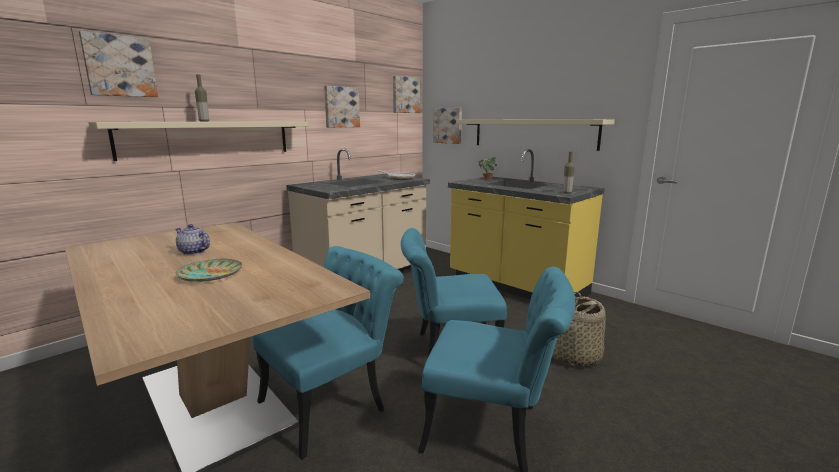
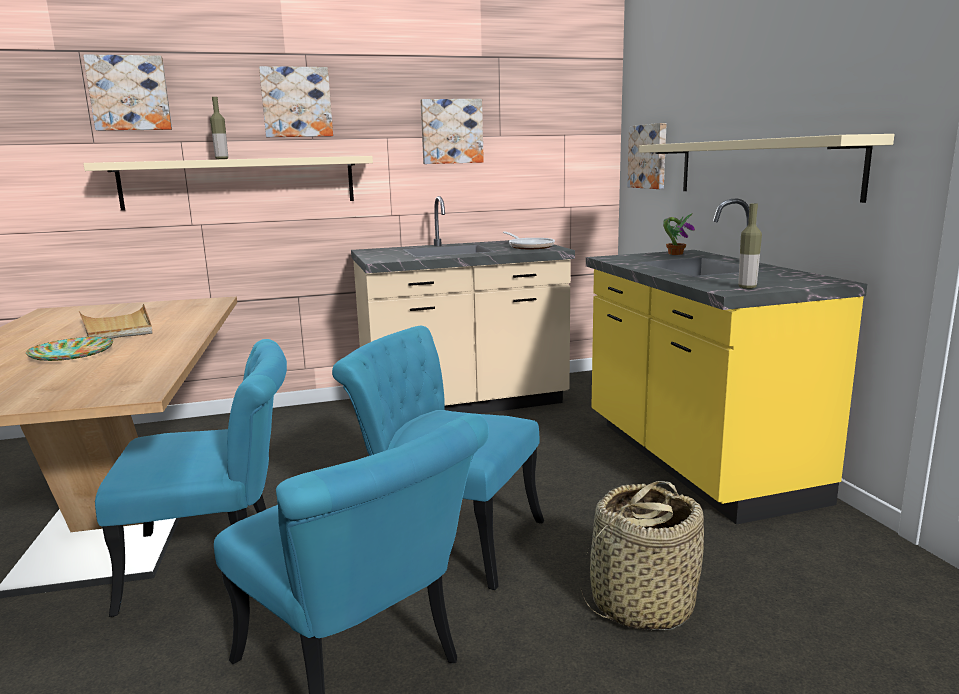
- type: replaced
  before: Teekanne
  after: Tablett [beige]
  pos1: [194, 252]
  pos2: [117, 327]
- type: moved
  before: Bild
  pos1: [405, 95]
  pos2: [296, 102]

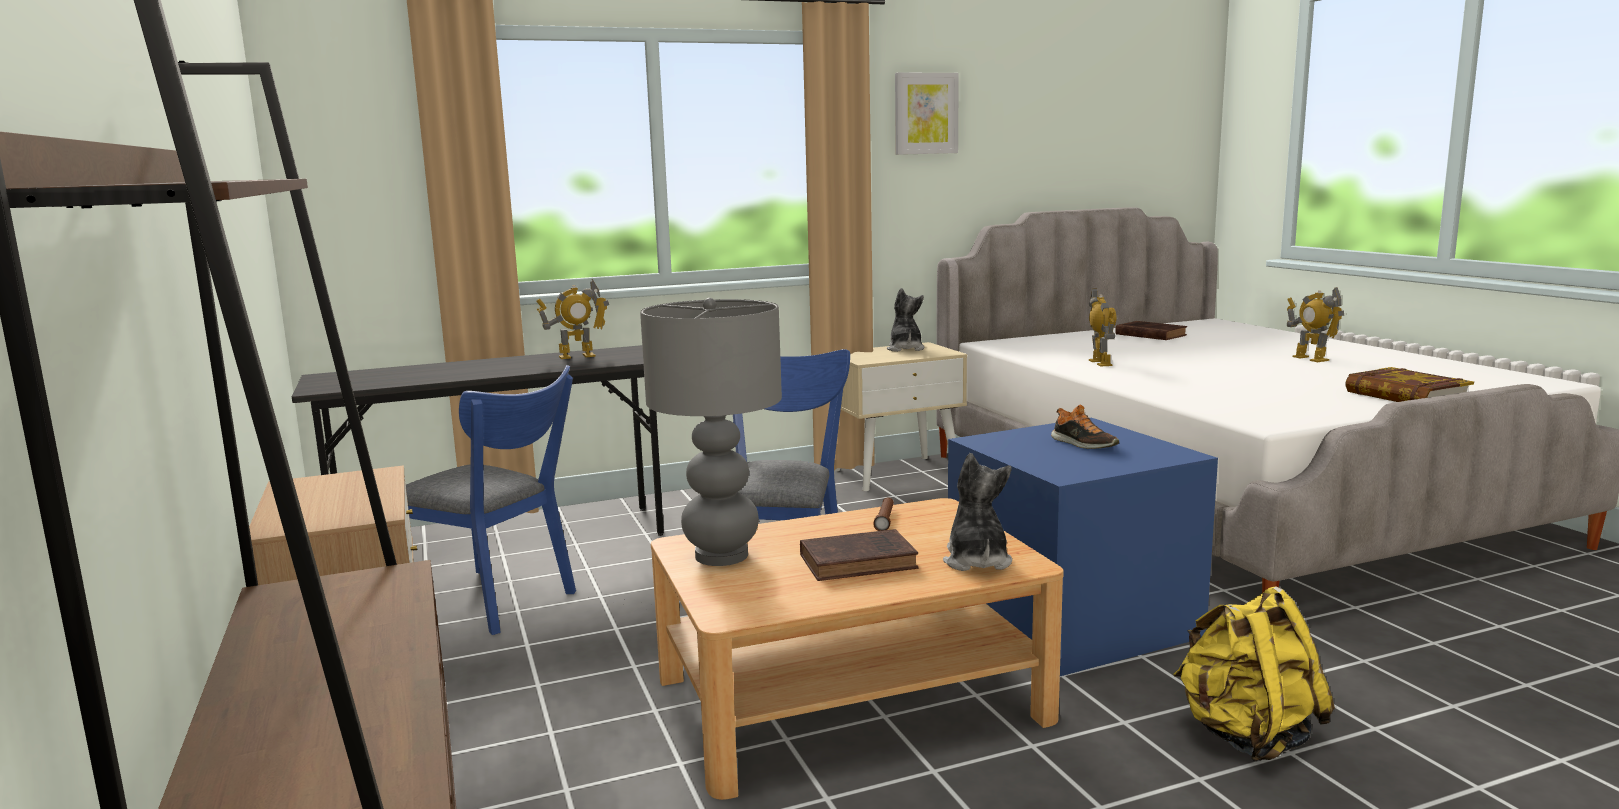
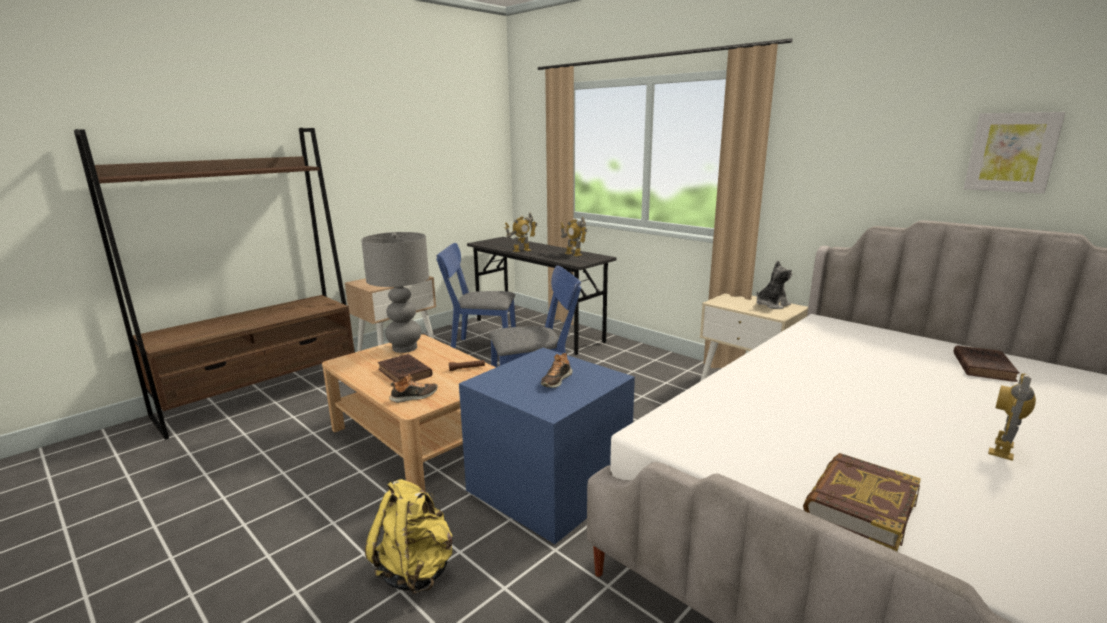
- type: replaced
  before: Plüschtier
  after: Schuh
  pos1: [976, 561]
  pos2: [414, 397]
- type: turned
  before: Stuhl [blau]
  pos1: [498, 602]
  pos2: [478, 347]
  turn: 90
- type: moved
  before: Spielzeugroboter
  pos1: [1100, 363]
  pos2: [522, 250]
- type: moved
  before: Bild
  pos1: [925, 113]
  pos2: [1012, 152]

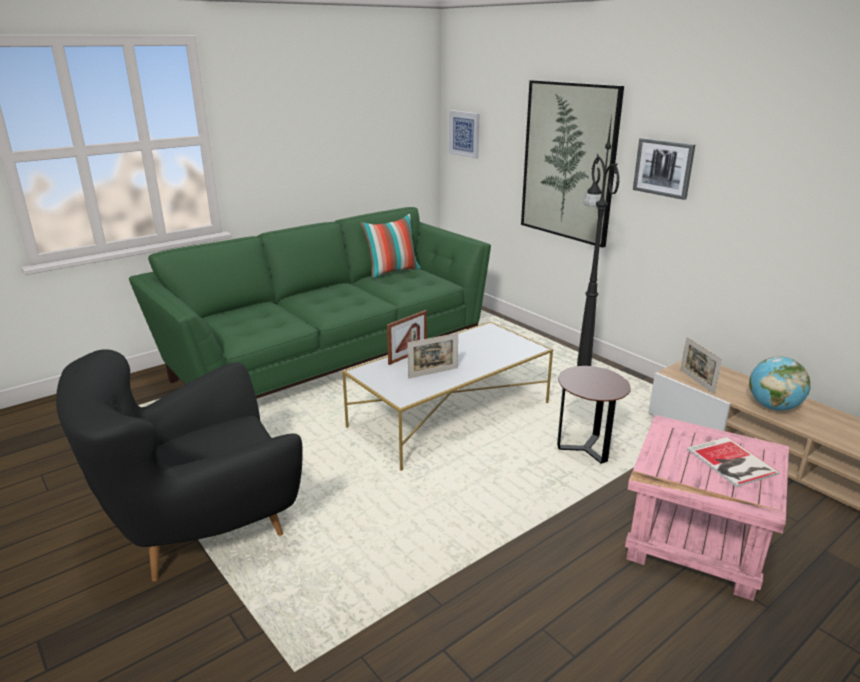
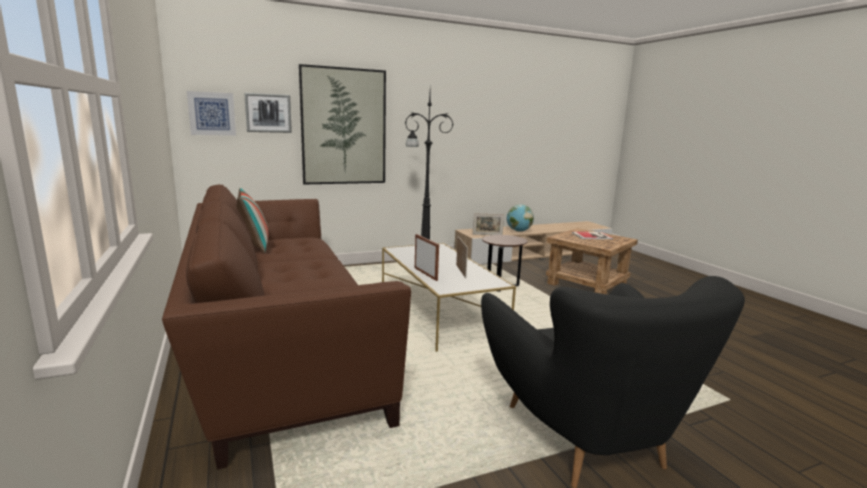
- type: recoloured
  before: Sofa [grün]
  after: Sofa [braun]
  pos1: [330, 355]
  pos2: [278, 344]
- type: moved
  before: Bild
  pos1: [663, 168]
  pos2: [268, 113]
- type: recoloured
  before: Beistelltisch [rosa]
  after: Beistelltisch [braun]
  pos1: [693, 542]
  pos2: [587, 284]

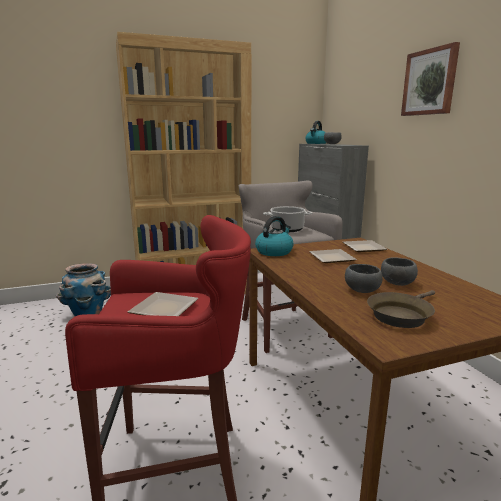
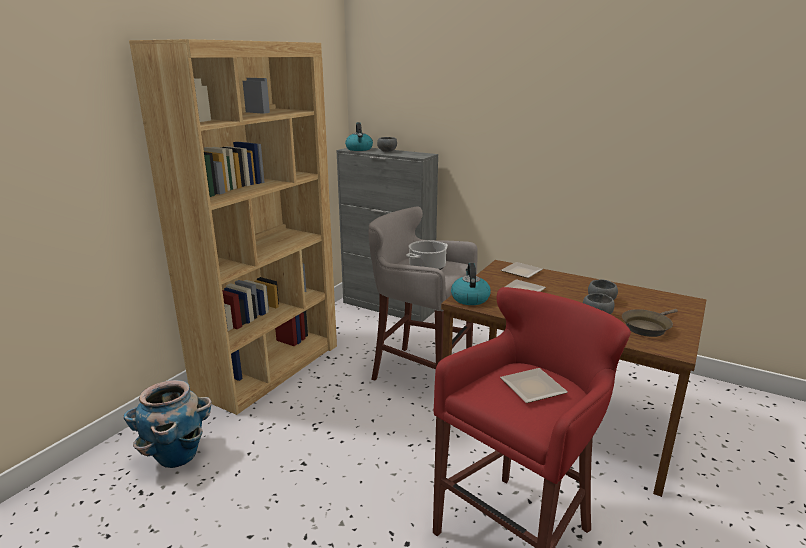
- type: turned
  before: Pfanne [braun]
  pos1: [401, 315]
  pos2: [647, 327]
  turn: 45
- type: removed
  before: Bild
  pos1: [430, 82]

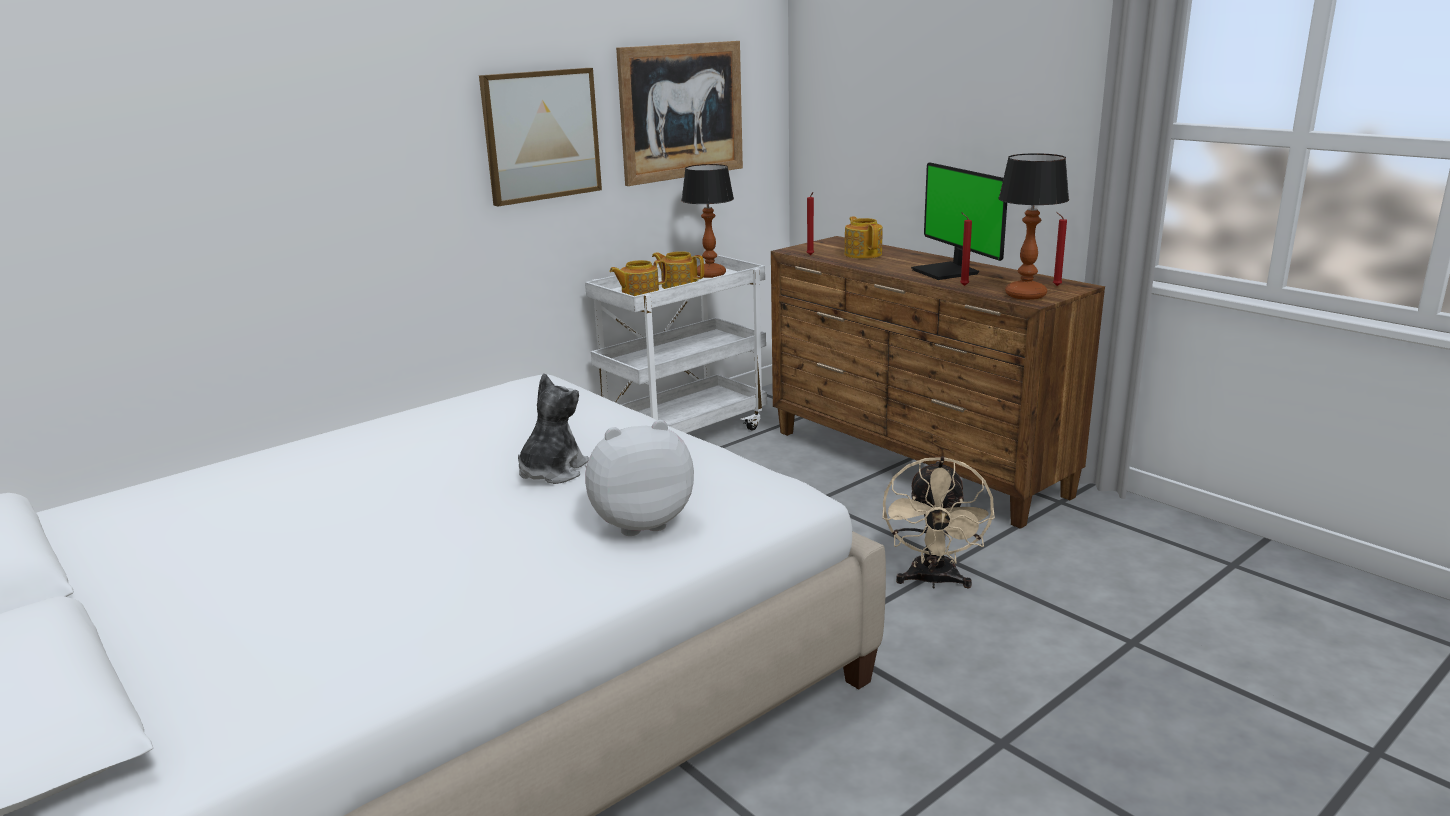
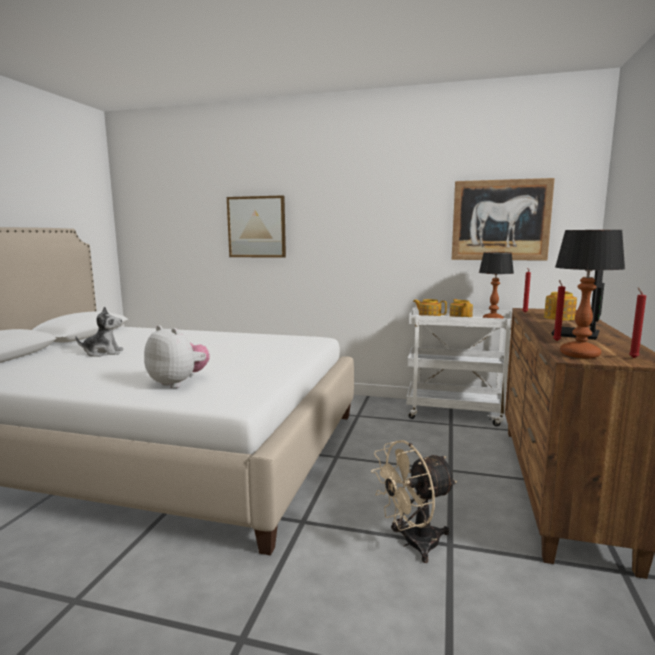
- type: moved
  before: Plüschtier
  pos1: [552, 472]
  pos2: [103, 353]
- type: moved
  before: Bild
  pos1: [541, 135]
  pos2: [257, 227]

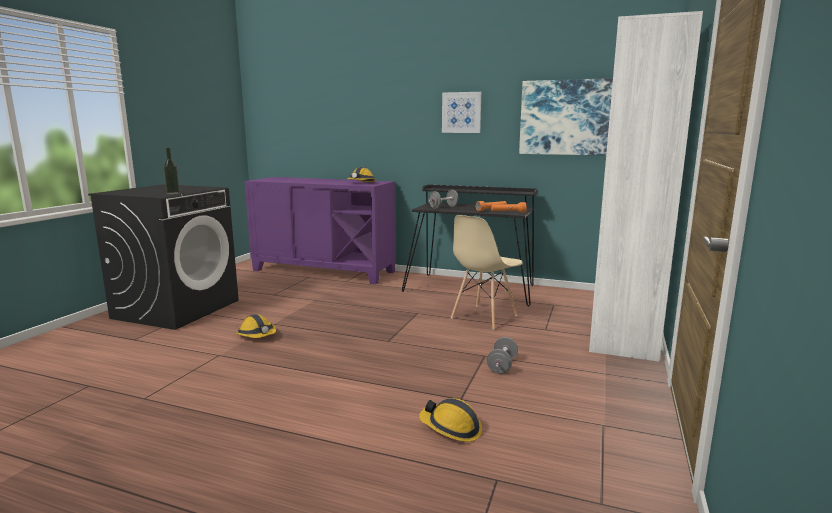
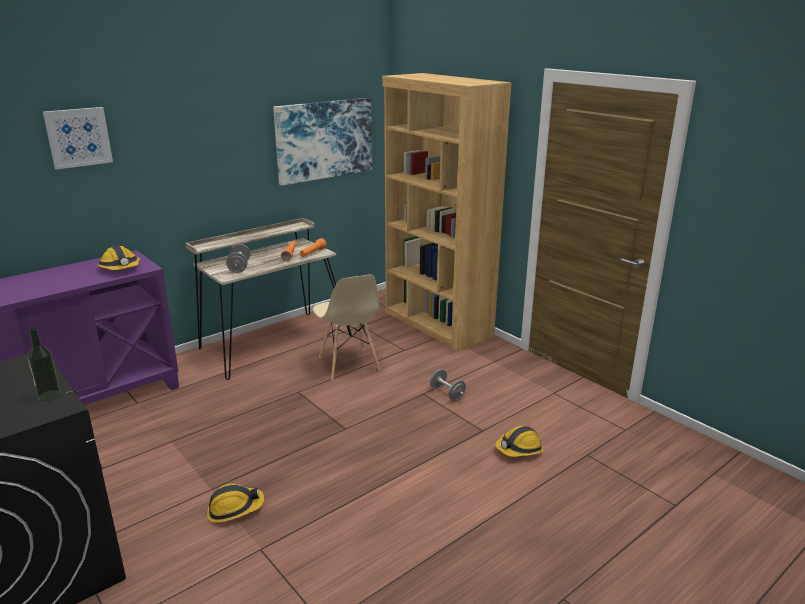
- type: moved
  before: Bild
  pos1: [461, 112]
  pos2: [78, 137]
- type: recoloured
  before: Schreibtisch [schwarz]
  after: Schreibtisch [beige]
  pos1: [471, 288]
  pos2: [273, 342]
- type: recoloured
  before: Bücherregal [weiß]
  after: Bücherregal [braun]
  pos1: [622, 330]
  pos2: [437, 324]

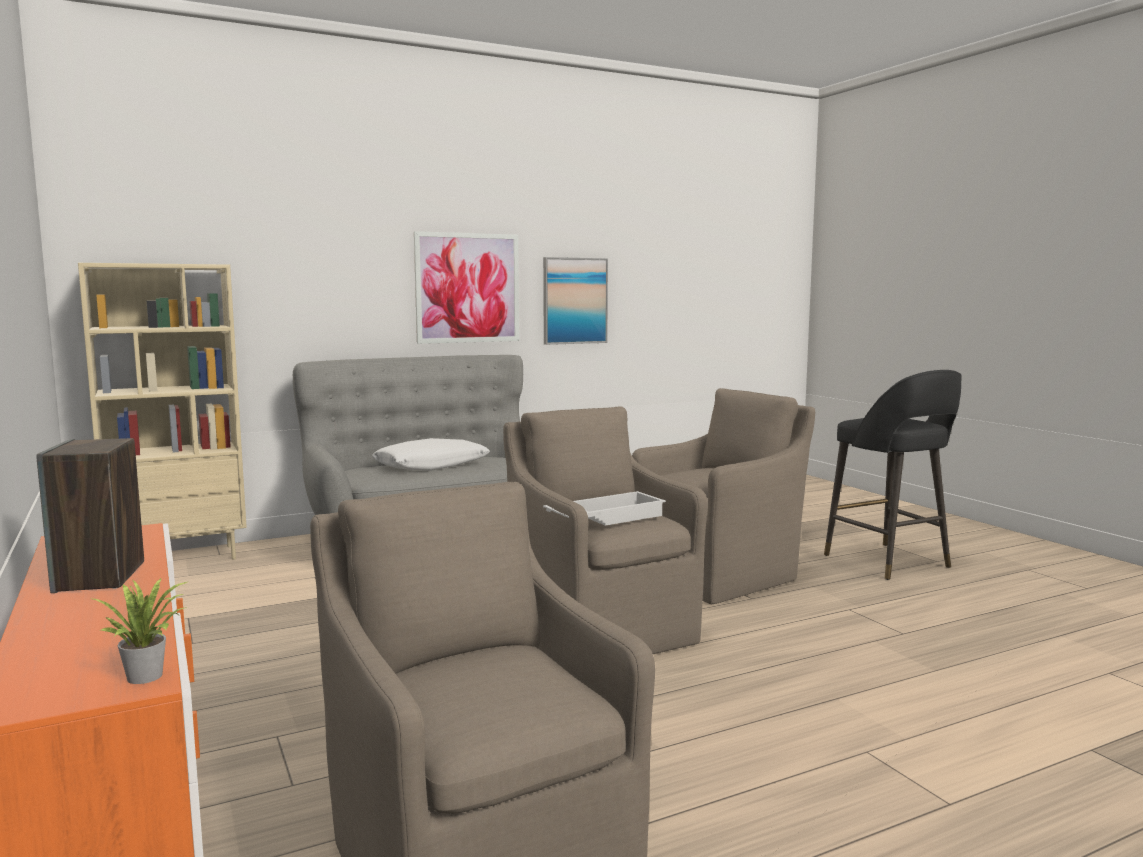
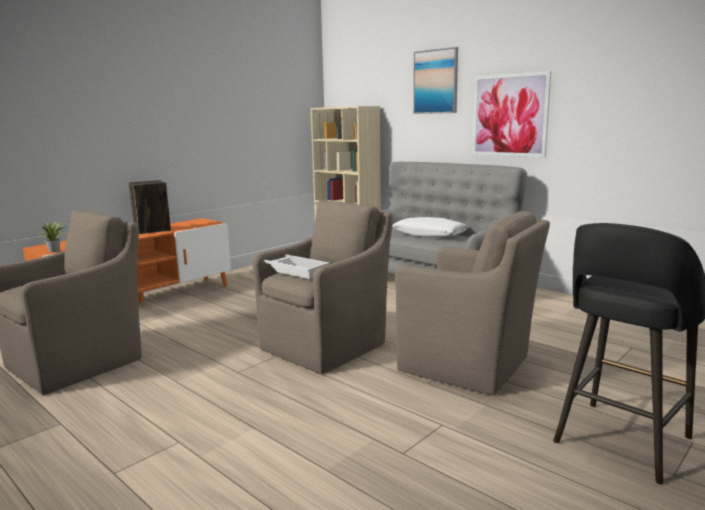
- type: moved
  before: Bild
  pos1: [574, 301]
  pos2: [436, 82]

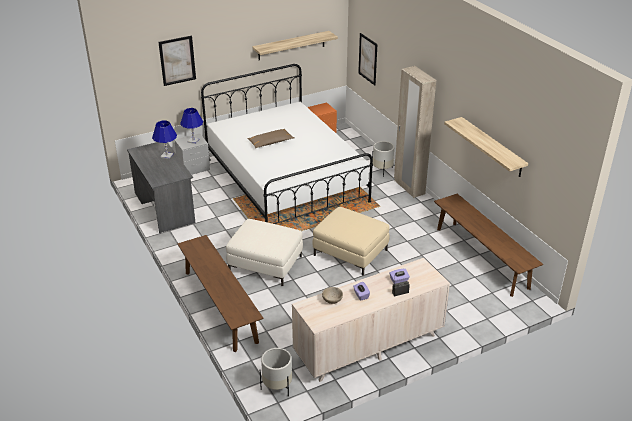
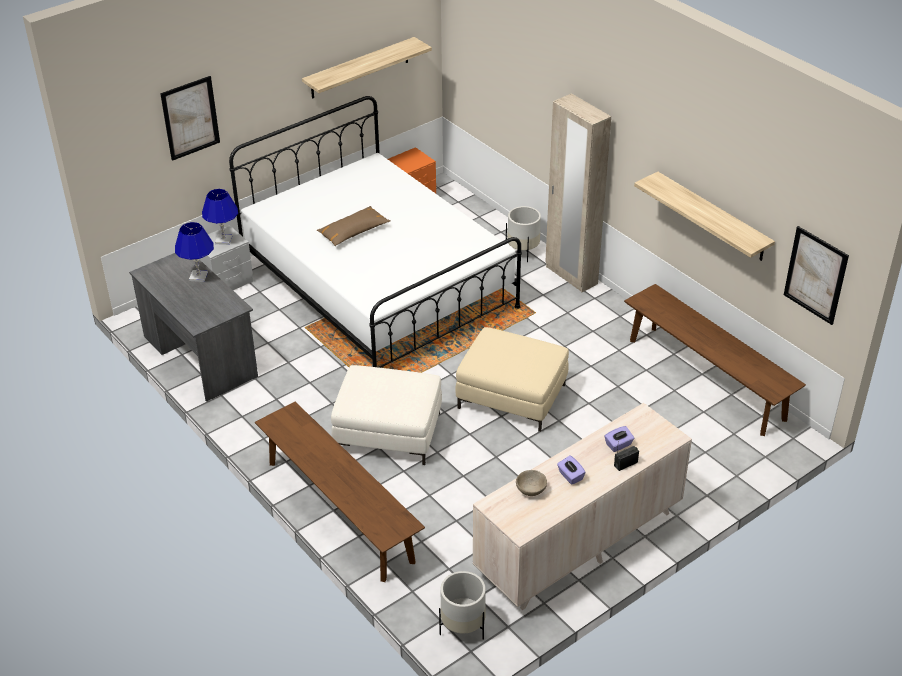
- type: moved
  before: Bild
  pos1: [368, 59]
  pos2: [815, 275]

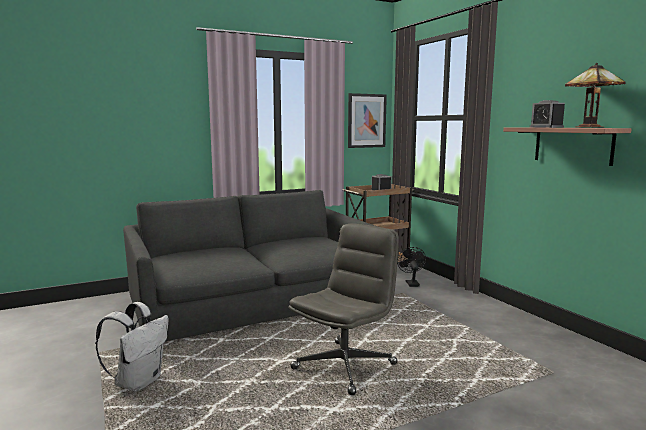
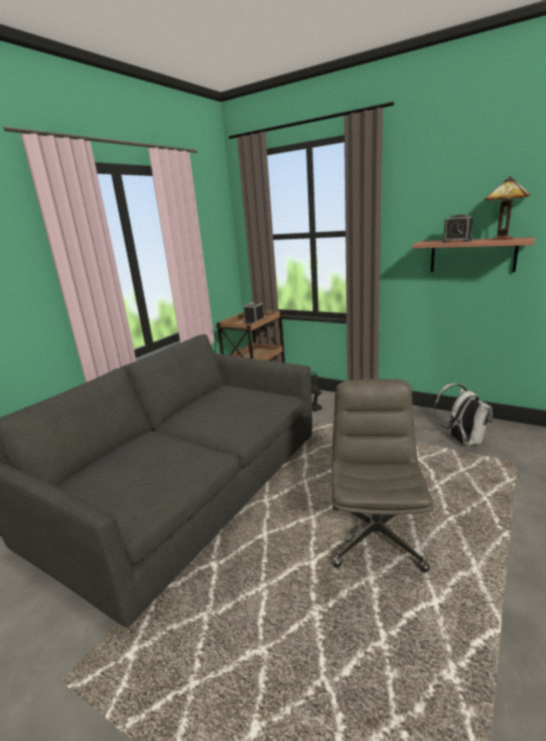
- type: moved
  before: Rucksack [weiß]
  pos1: [139, 382]
  pos2: [462, 440]
- type: removed
  before: Bild
  pos1: [366, 121]

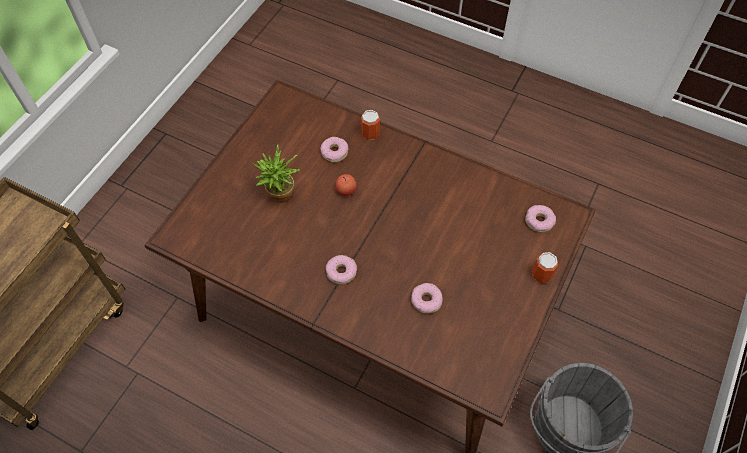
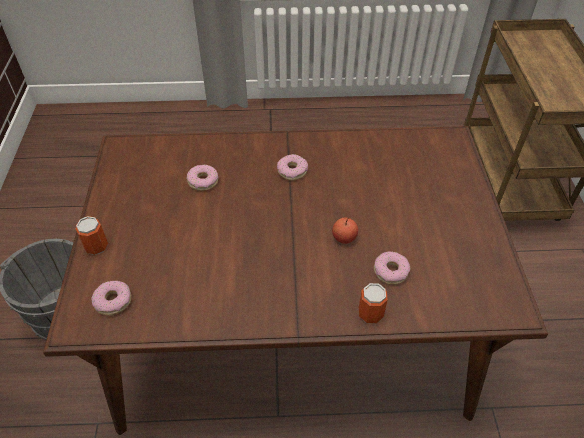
- type: removed
  before: Topfpflanze
  pos1: [280, 198]

